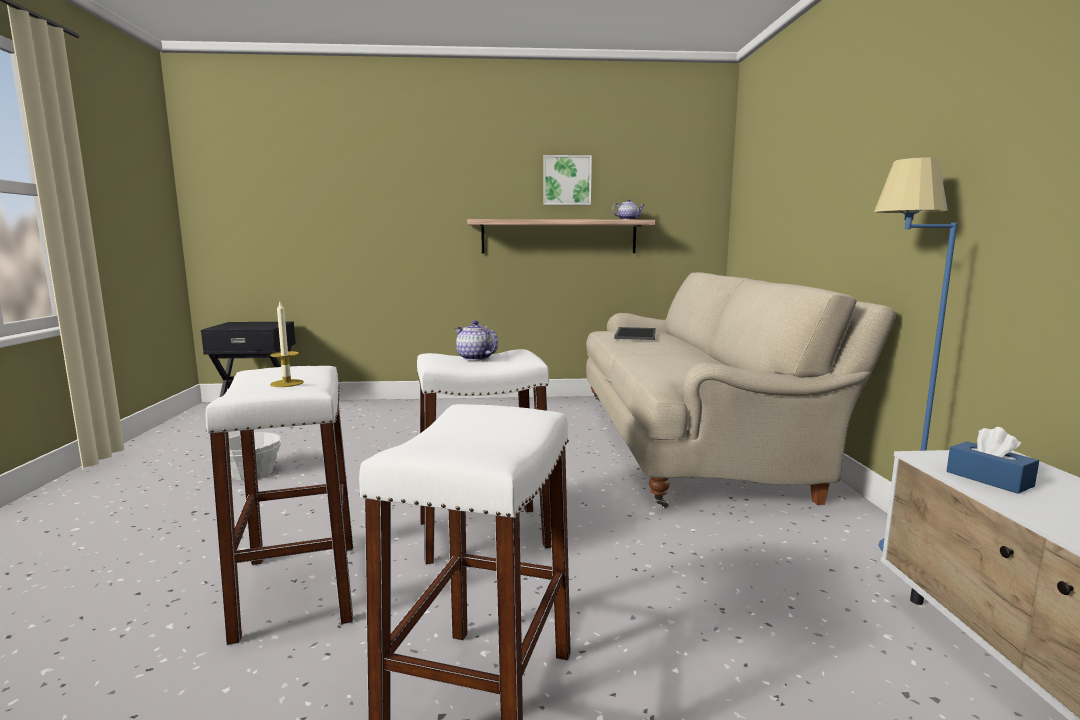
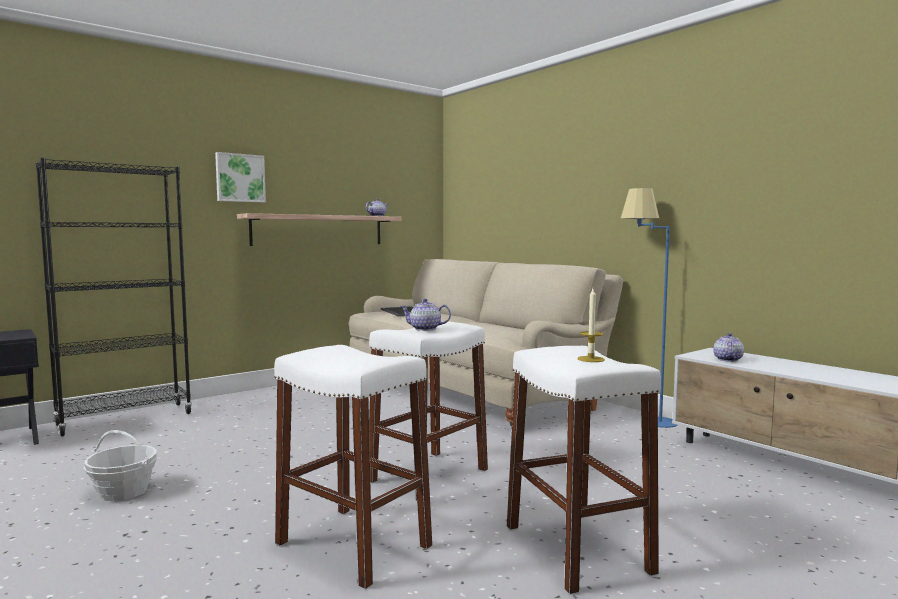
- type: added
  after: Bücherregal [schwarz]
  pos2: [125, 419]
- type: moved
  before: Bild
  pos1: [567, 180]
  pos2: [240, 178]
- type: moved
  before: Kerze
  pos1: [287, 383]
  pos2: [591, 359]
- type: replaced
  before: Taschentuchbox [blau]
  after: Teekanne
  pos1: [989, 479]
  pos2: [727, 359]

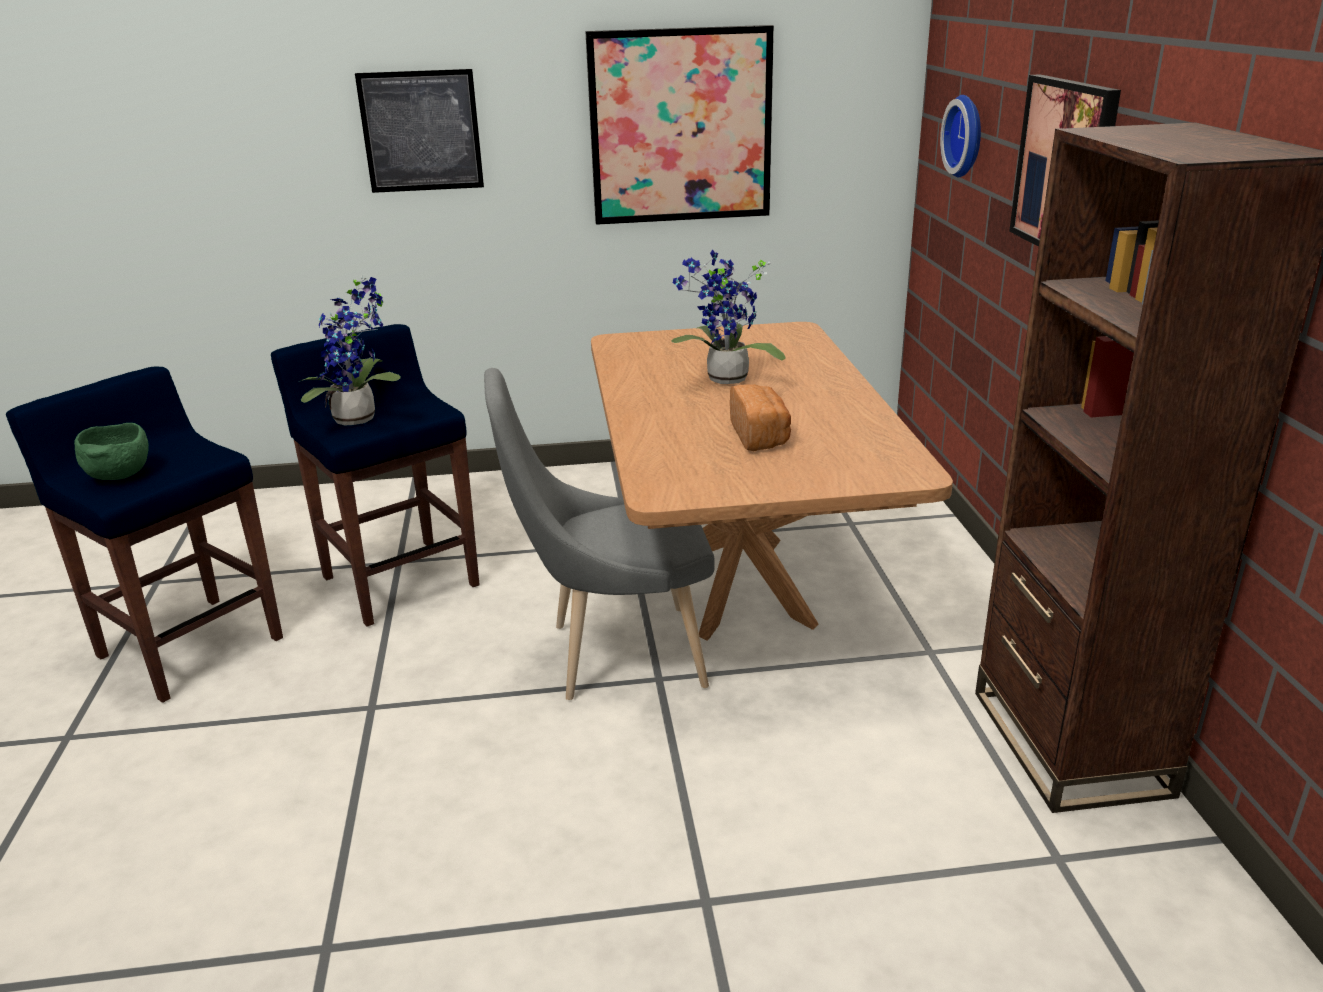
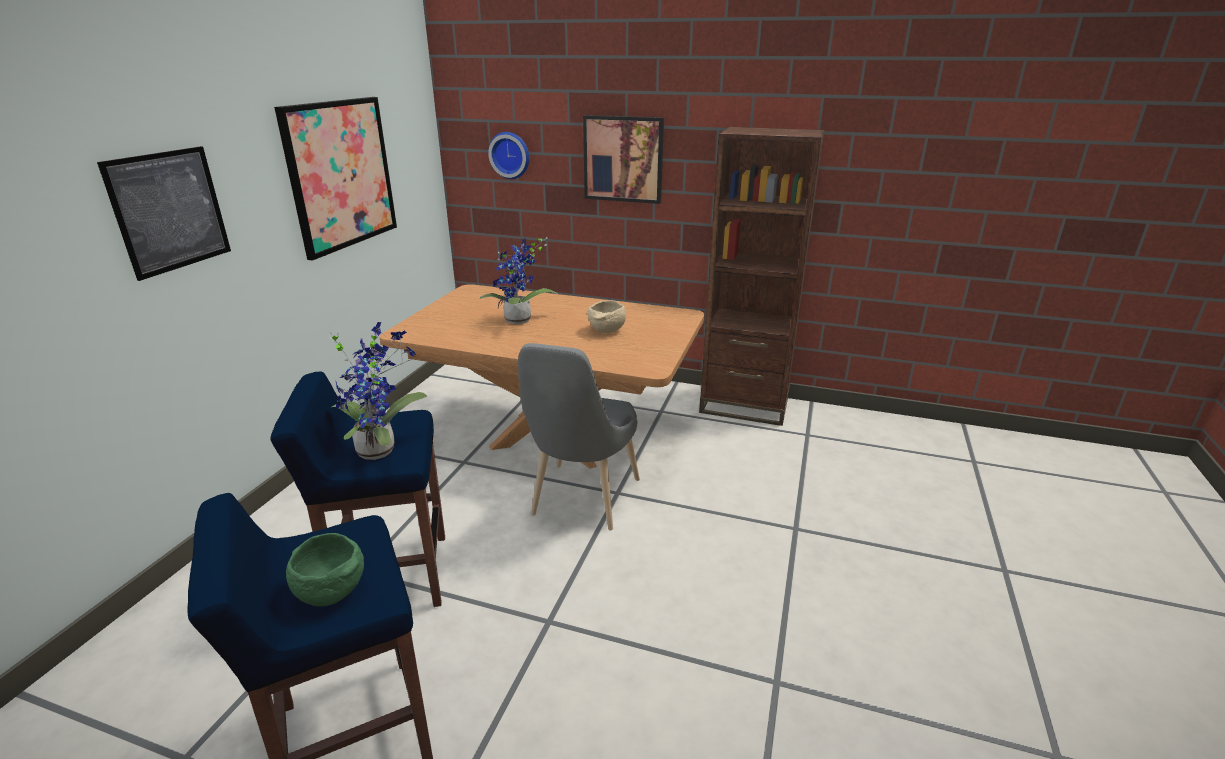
- type: replaced
  before: Brot
  after: Schüssel [beige]
  pos1: [760, 436]
  pos2: [606, 331]

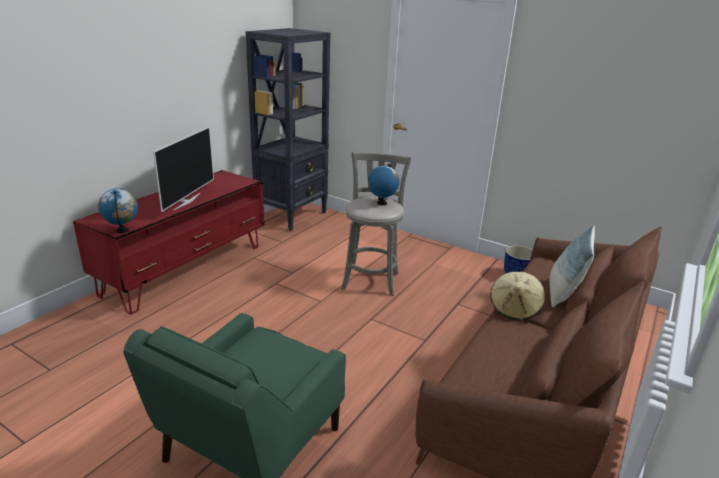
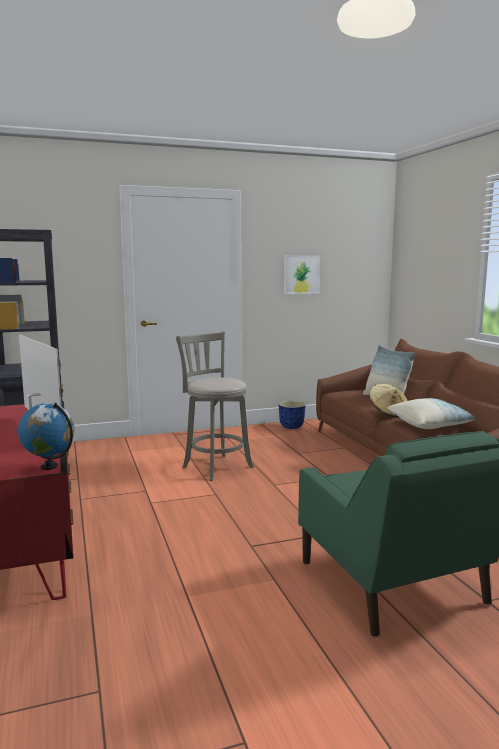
- type: added
  after: Bild
  pos2: [301, 274]
- type: added
  after: Kissen
  pos2: [430, 425]
- type: removed
  before: Globus
  pos1: [381, 203]

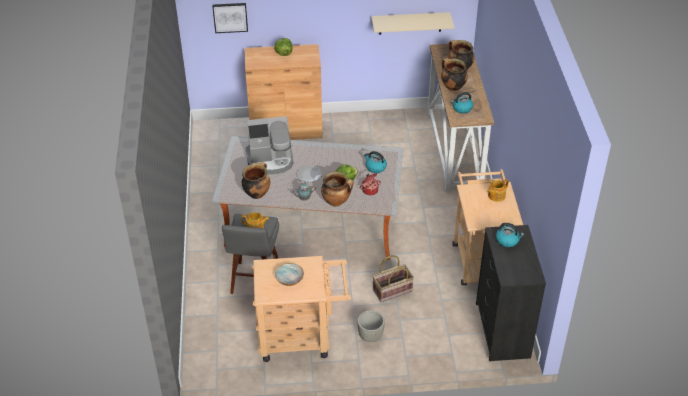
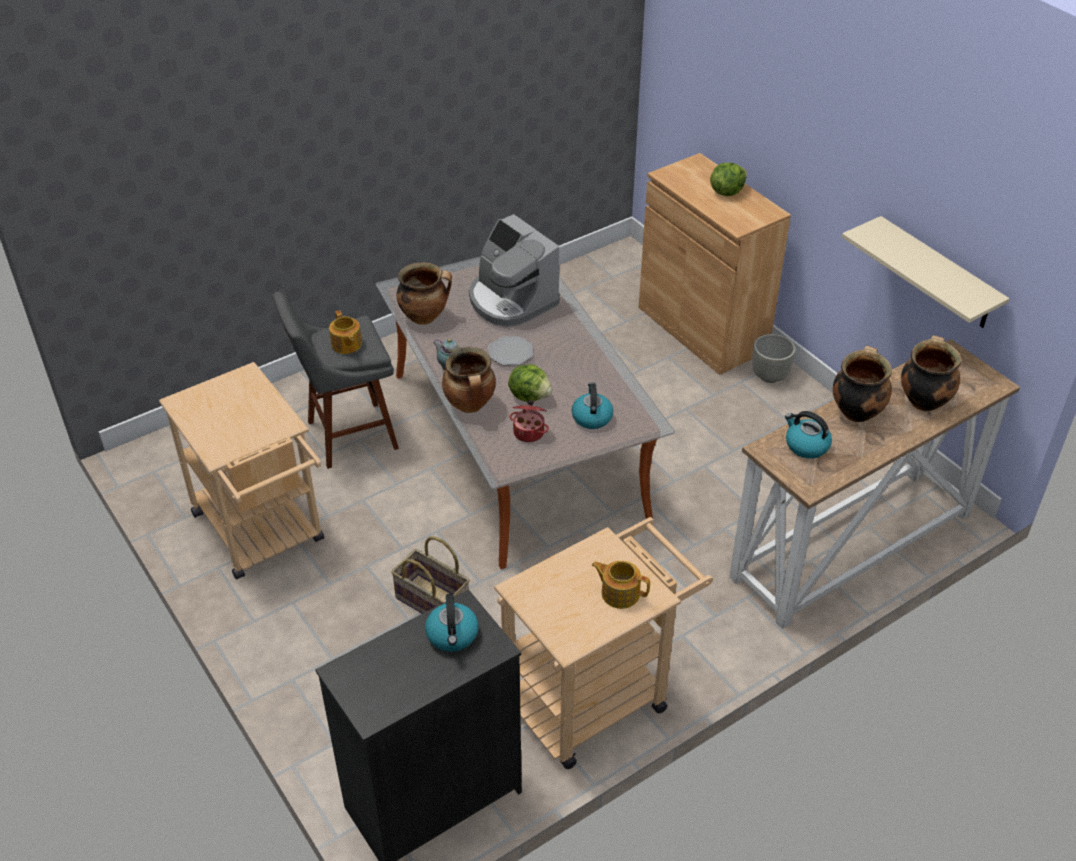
- type: moved
  before: Pflanzkübel [grau]
  pos1: [370, 337]
  pos2: [769, 376]
- type: removed
  before: Bild
  pos1: [230, 17]
- type: removed
  before: Schüssel
  pos1: [290, 279]

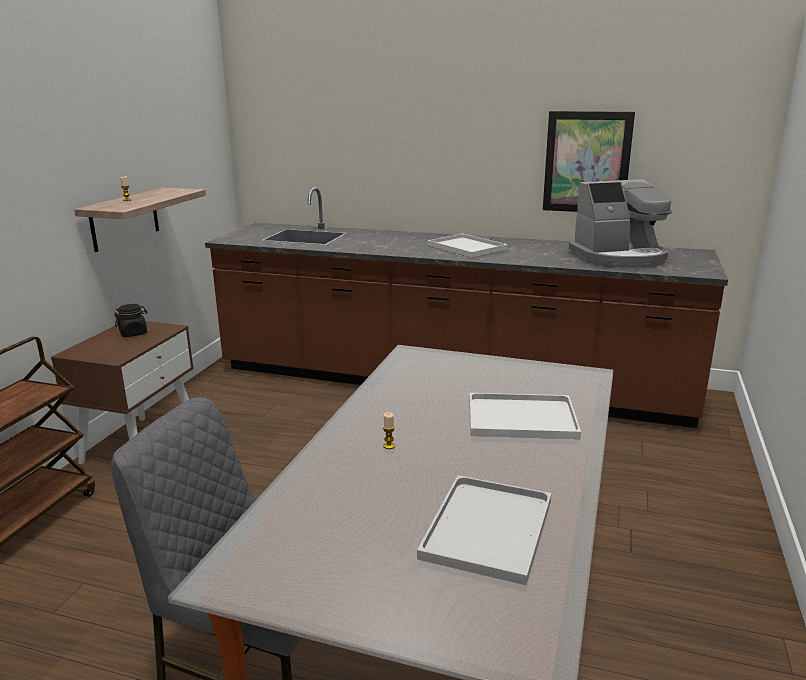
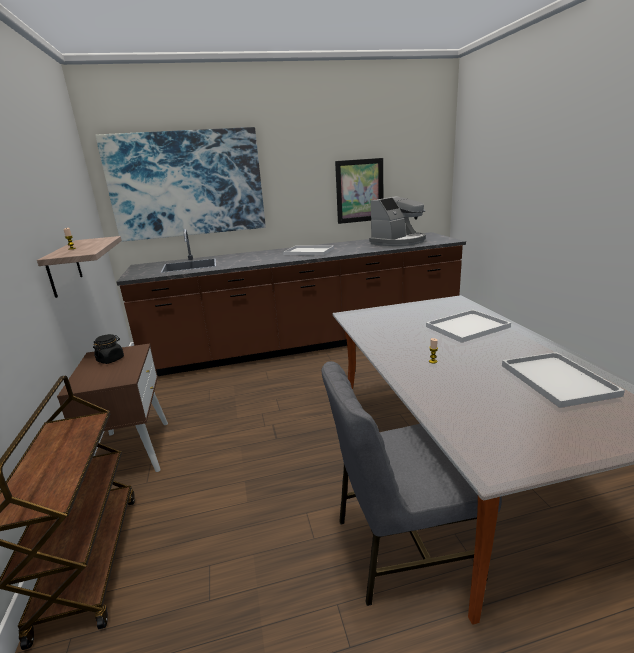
- type: added
  after: Bild
  pos2: [187, 184]

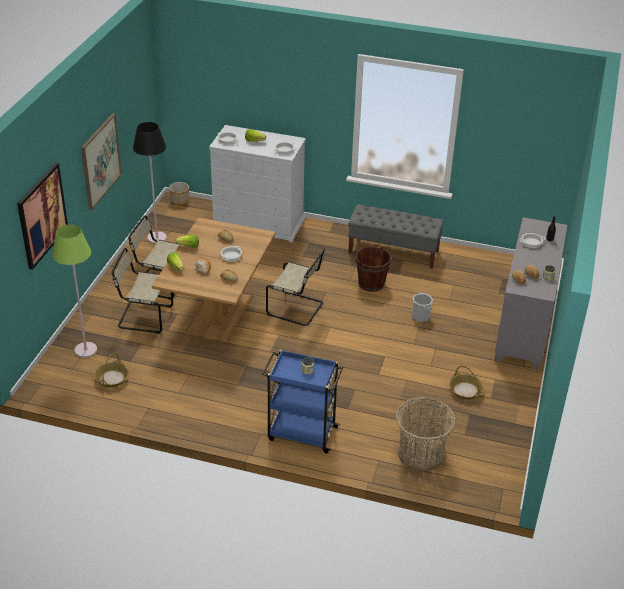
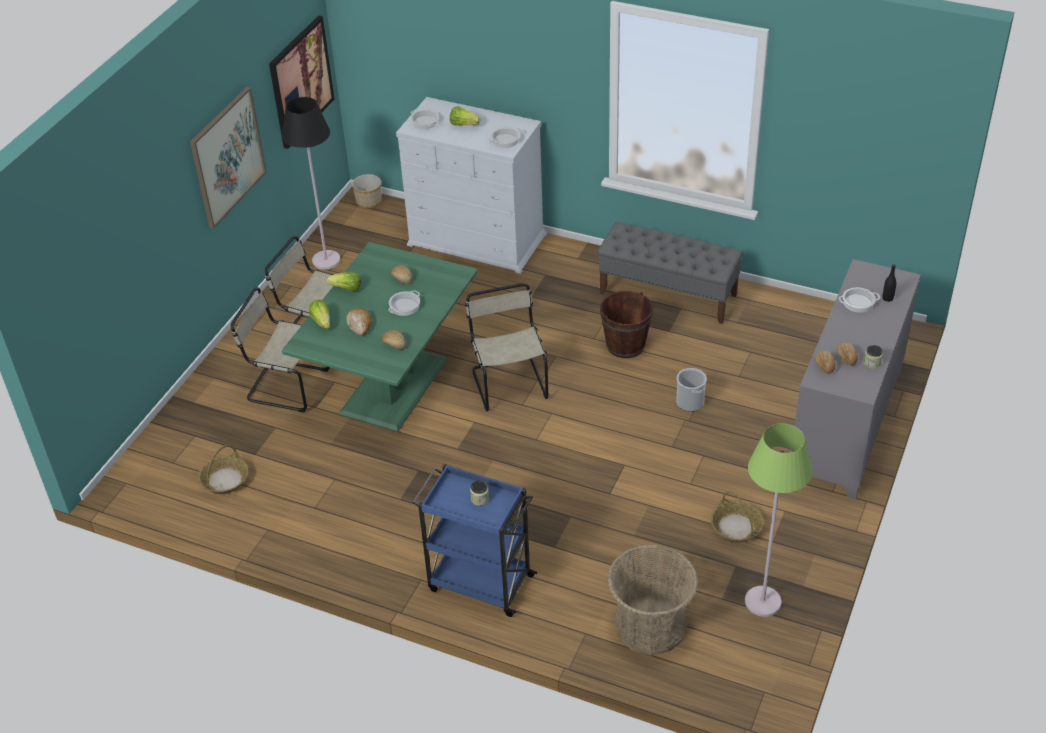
- type: moved
  before: Bild
  pos1: [42, 215]
  pos2: [301, 81]
- type: recoloured
  before: Esstisch [braun]
  after: Esstisch [grün]
  pos1: [218, 314]
  pos2: [392, 386]
- type: turned
  before: Stuhl [beige]
  pos1: [297, 309]
  pos2: [508, 382]
  turn: -135
- type: moved
  before: Stehlampe [grün]
  pos1: [86, 350]
  pos2: [762, 601]

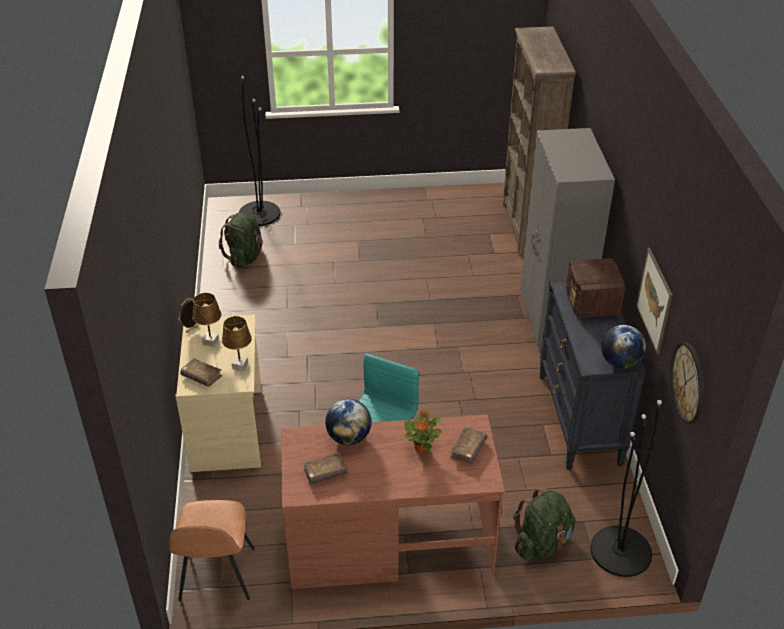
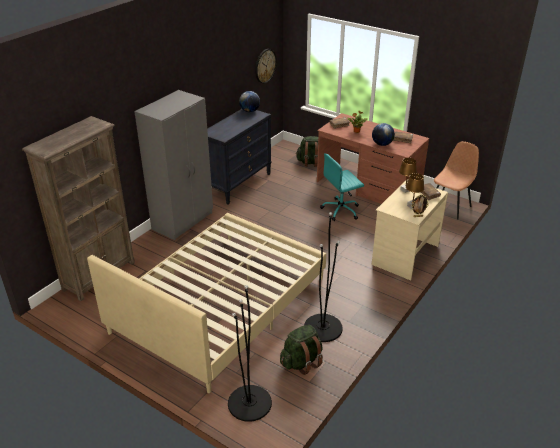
- type: added
  after: Bett [beige]
  pos2: [219, 304]
- type: moved
  before: Stehlampe [schwarz]
  pos1: [621, 551]
  pos2: [323, 328]
- type: removed
  before: Radio
  pos1: [592, 305]
- type: removed
  before: Bild
  pos1: [654, 300]

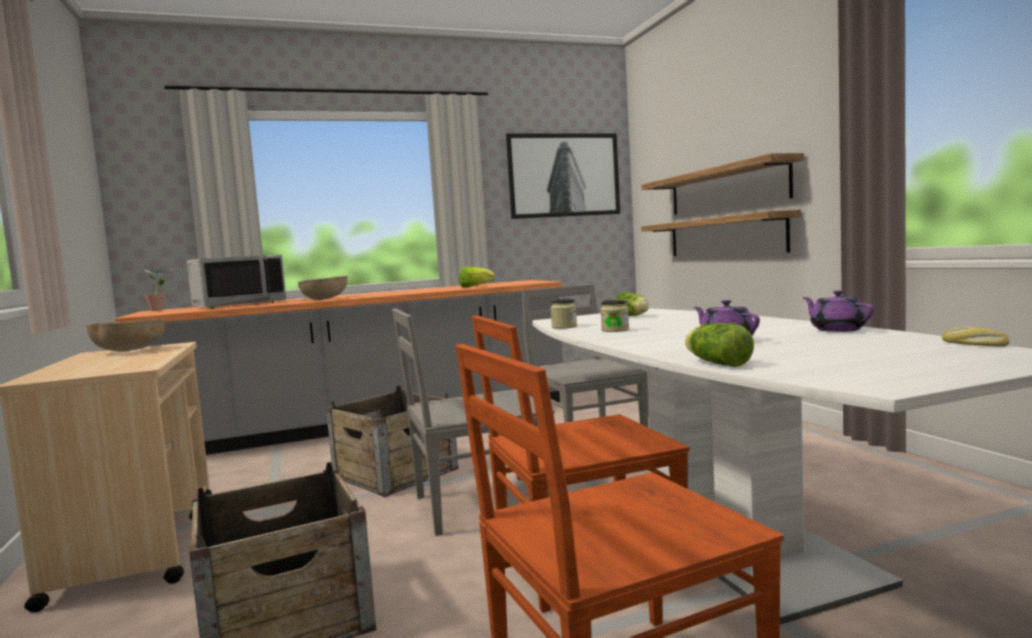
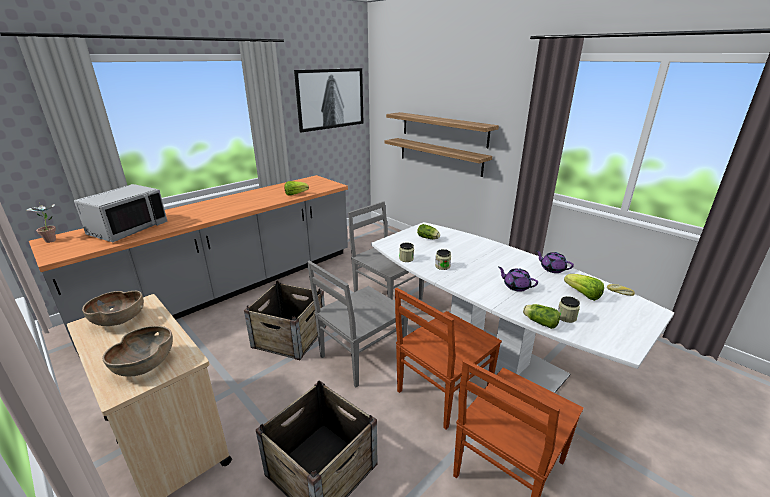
- type: moved
  before: Schüssel [braun]
  pos1: [325, 299]
  pos2: [145, 365]
- type: added
  after: Vorratsglas
  pos2: [566, 317]
- type: added
  after: Salatkopf
  pos2: [583, 294]

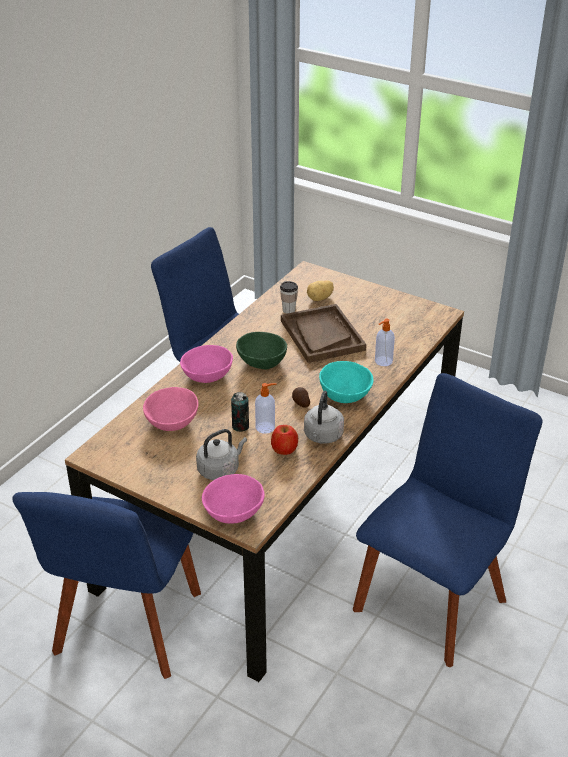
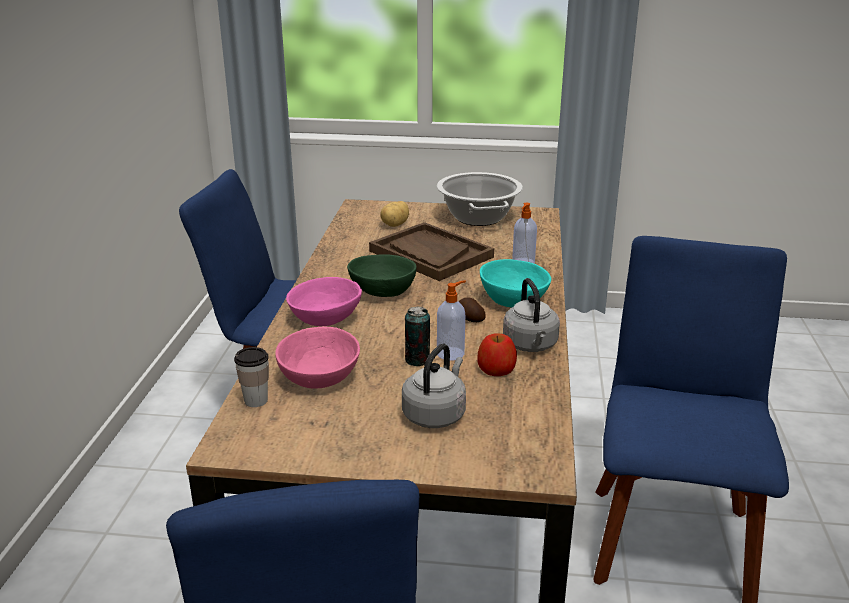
- type: moved
  before: Tasse
  pos1: [288, 310]
  pos2: [256, 400]
- type: added
  after: Kochtopf
  pos2: [478, 217]
- type: removed
  before: Schüssel [rosa]
  pos1: [234, 512]

